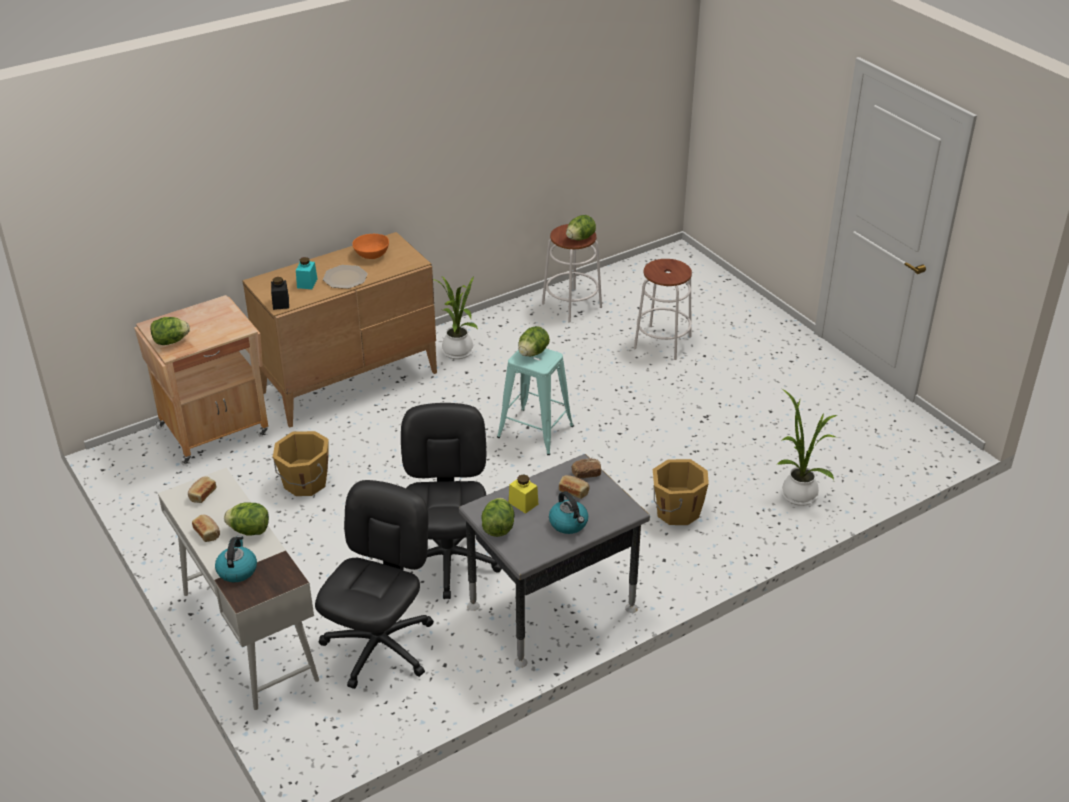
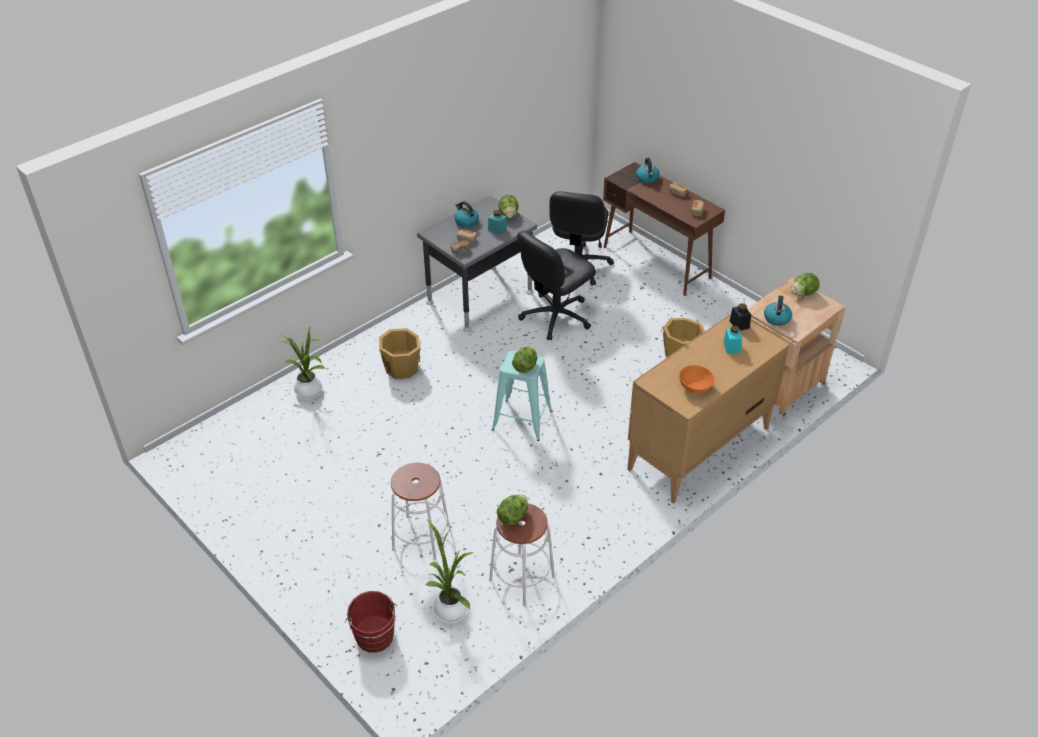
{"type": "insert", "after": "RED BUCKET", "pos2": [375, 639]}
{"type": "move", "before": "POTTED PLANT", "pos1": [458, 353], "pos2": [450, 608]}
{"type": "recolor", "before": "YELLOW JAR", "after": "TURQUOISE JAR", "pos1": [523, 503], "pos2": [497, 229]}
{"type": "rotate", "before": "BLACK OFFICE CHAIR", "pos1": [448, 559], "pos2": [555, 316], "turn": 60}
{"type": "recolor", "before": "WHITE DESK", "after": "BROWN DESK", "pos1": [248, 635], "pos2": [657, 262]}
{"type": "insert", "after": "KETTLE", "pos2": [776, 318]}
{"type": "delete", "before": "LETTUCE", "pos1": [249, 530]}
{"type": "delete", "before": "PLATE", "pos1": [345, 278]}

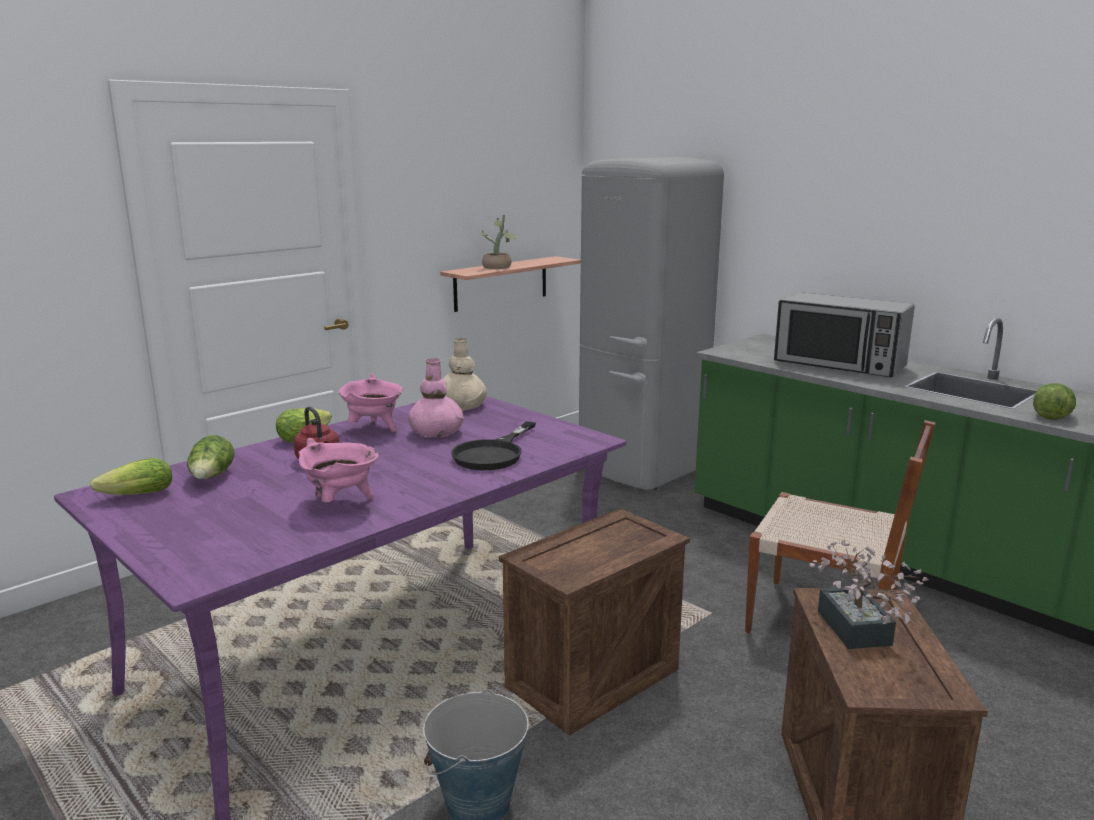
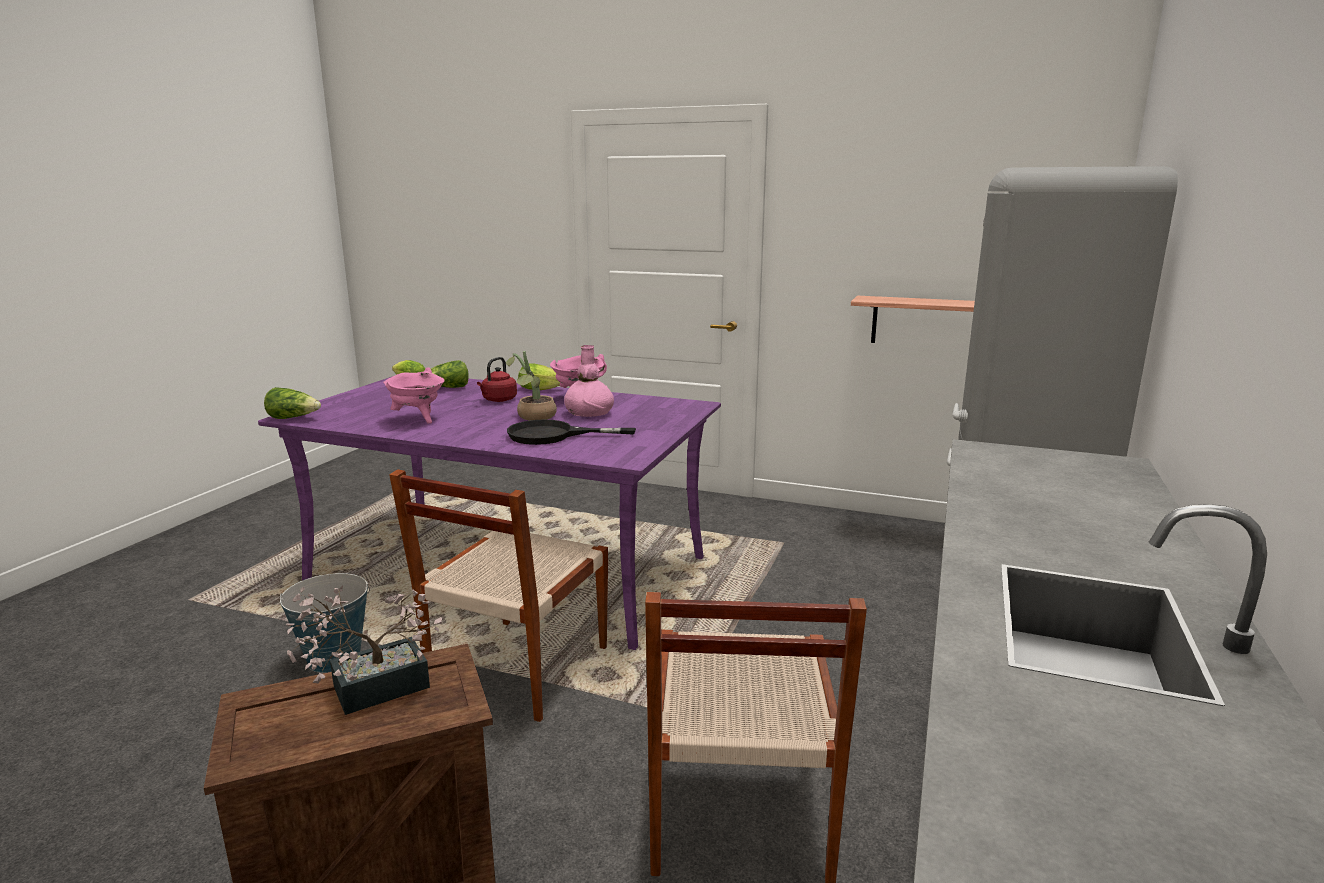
{"type": "move", "before": "LETTUCE", "pos1": [1051, 414], "pos2": [293, 418]}
{"type": "replace", "before": "CRATE", "after": "CHAIR", "pos1": [593, 680], "pos2": [516, 670]}
{"type": "move", "before": "POTTED PLANT", "pos1": [498, 267], "pos2": [533, 417]}
{"type": "delete", "before": "BEIGE VASE", "pos1": [462, 405]}
{"type": "delete", "before": "MICROWAVE", "pos1": [839, 364]}

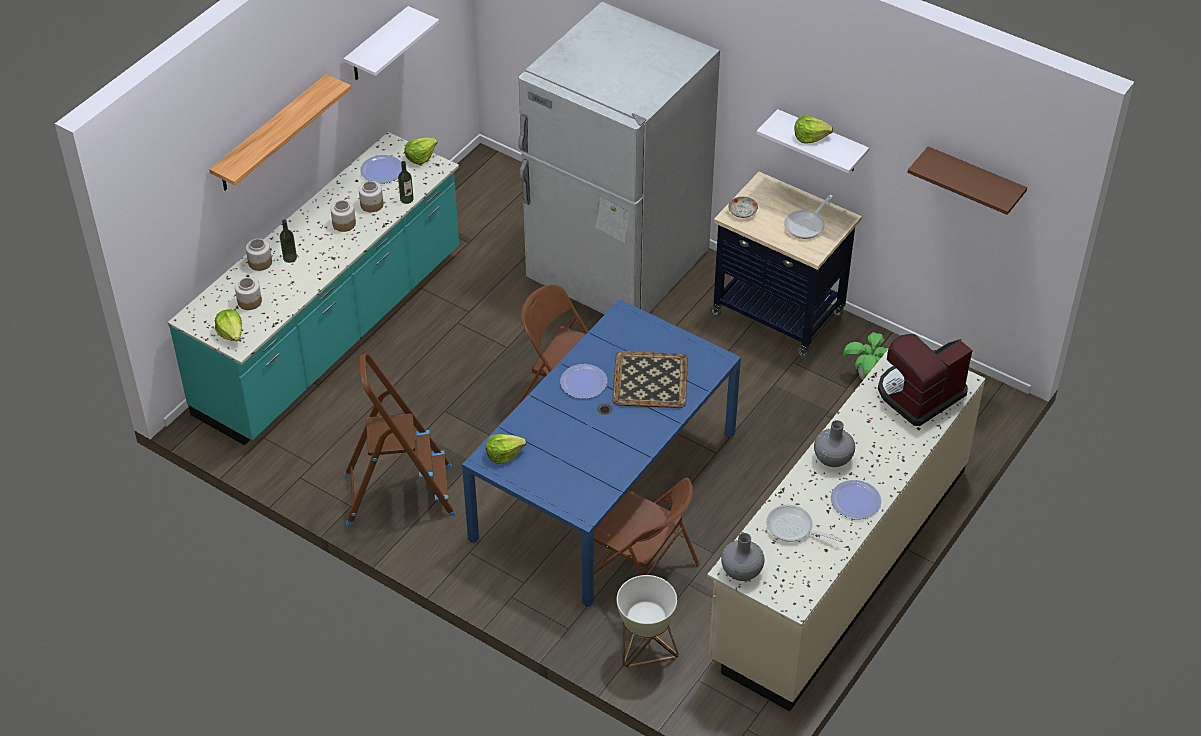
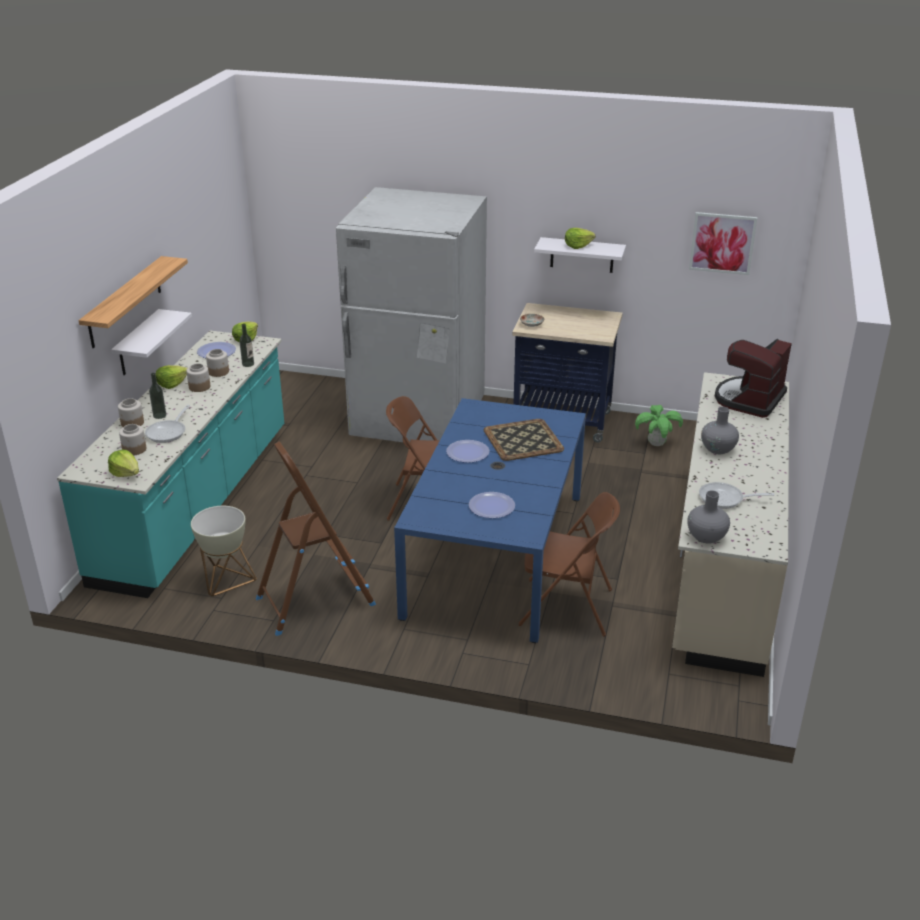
{"type": "move", "before": "WHITE SHELF", "pos1": [377, 46], "pos2": [138, 343]}
{"type": "move", "before": "FRYING PAN", "pos1": [806, 225], "pos2": [168, 432]}
{"type": "move", "before": "LETTUCE", "pos1": [504, 454], "pos2": [172, 384]}
{"type": "move", "before": "PLANTER", "pos1": [645, 649], "pos2": [226, 581]}
{"type": "move", "before": "PLATE", "pos1": [855, 501], "pos2": [492, 506]}
{"type": "replace", "before": "BROWN SHELF", "after": "PICTURE", "pos1": [974, 181], "pos2": [722, 243]}

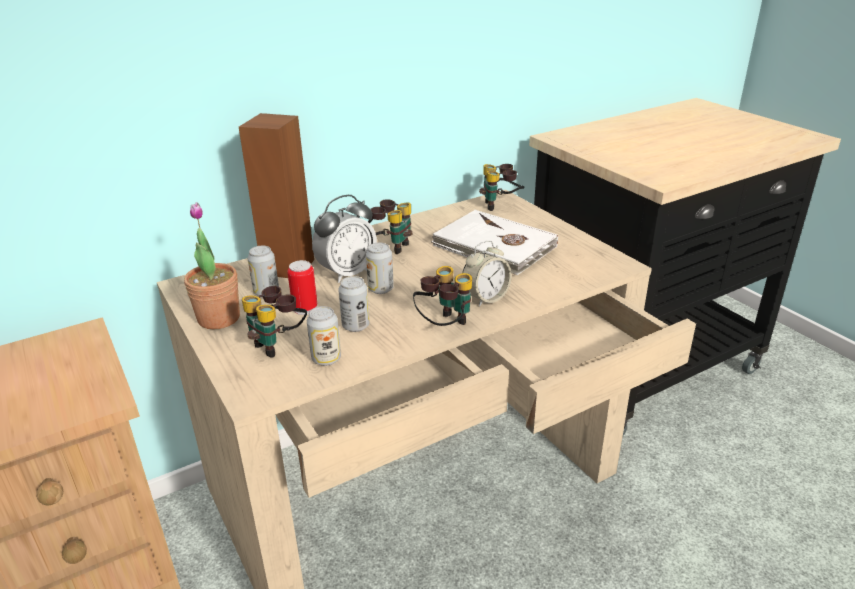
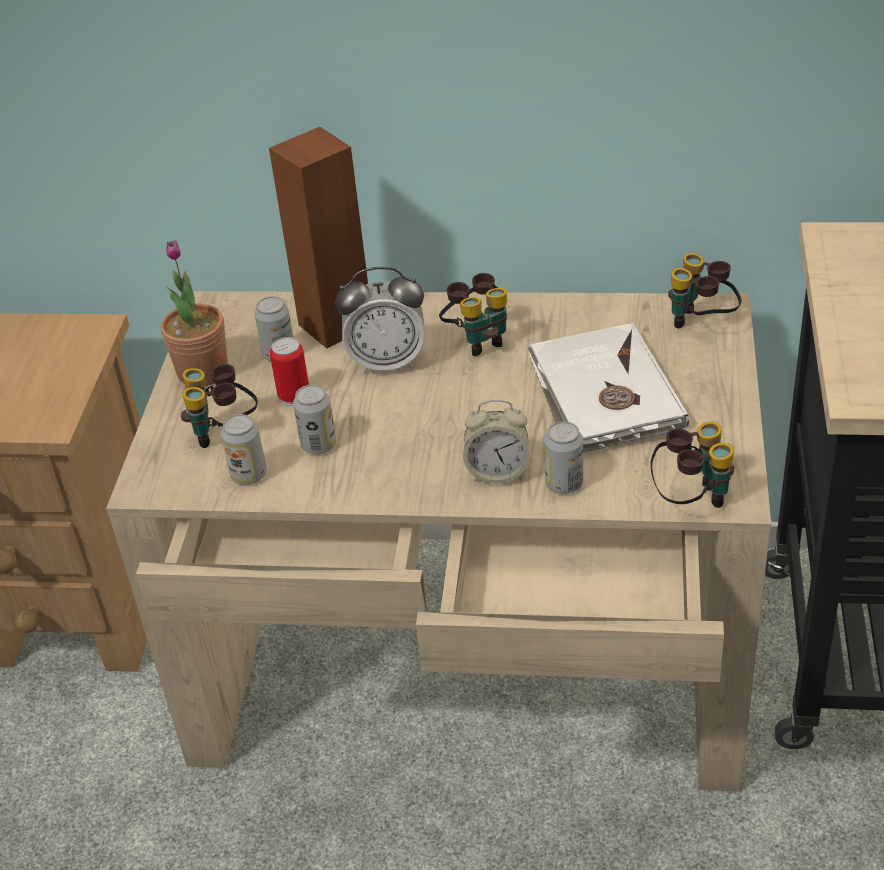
{"type": "move", "before": "CAN", "pos1": [381, 289], "pos2": [564, 484]}
{"type": "move", "before": "BINOCULARS", "pos1": [444, 326], "pos2": [691, 499]}

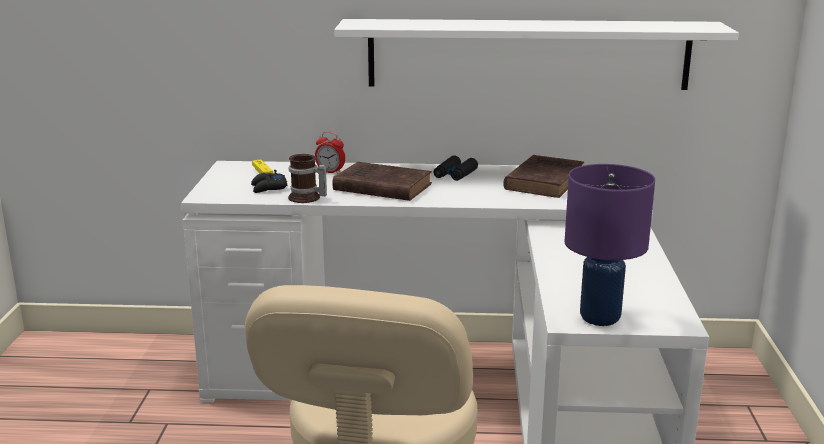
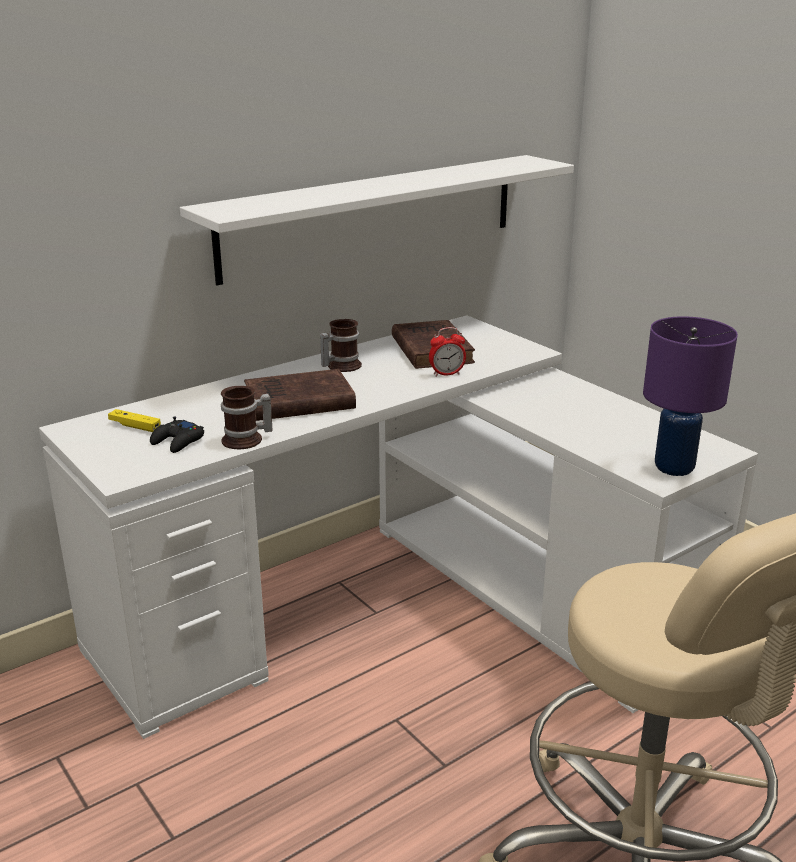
{"type": "replace", "before": "BLACK BINOCULARS", "after": "MUG", "pos1": [455, 174], "pos2": [340, 366]}
{"type": "move", "before": "ALARM CLOCK", "pos1": [330, 172], "pos2": [446, 374]}

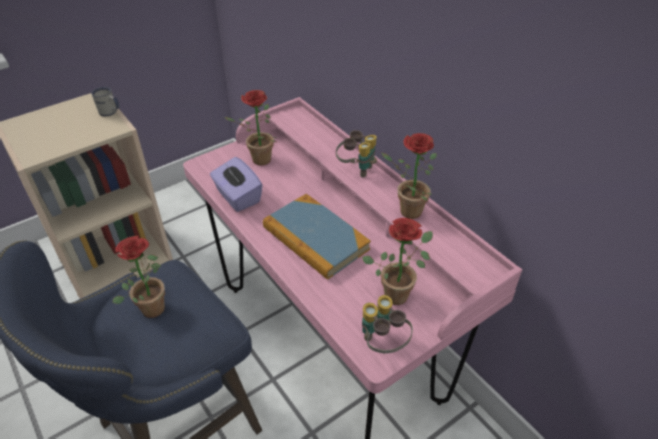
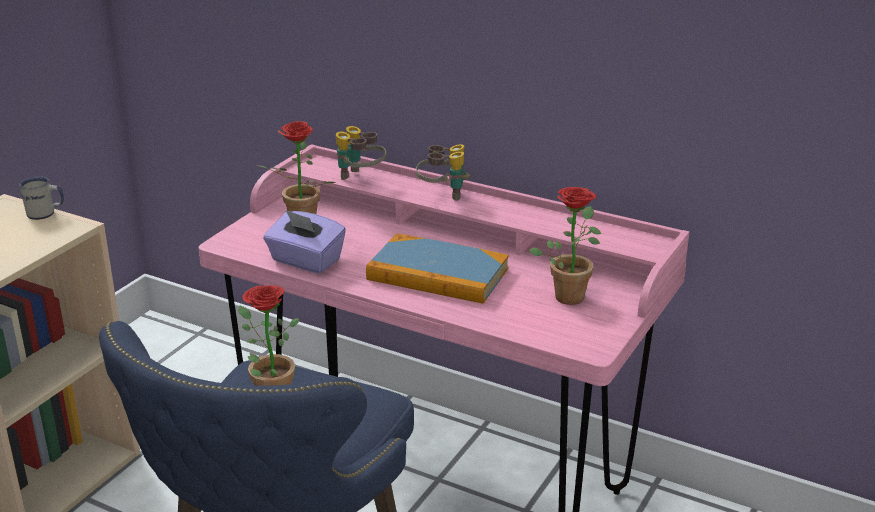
{"type": "move", "before": "BINOCULARS", "pos1": [382, 343], "pos2": [360, 178]}
{"type": "delete", "before": "POTTED PLANT", "pos1": [405, 211]}

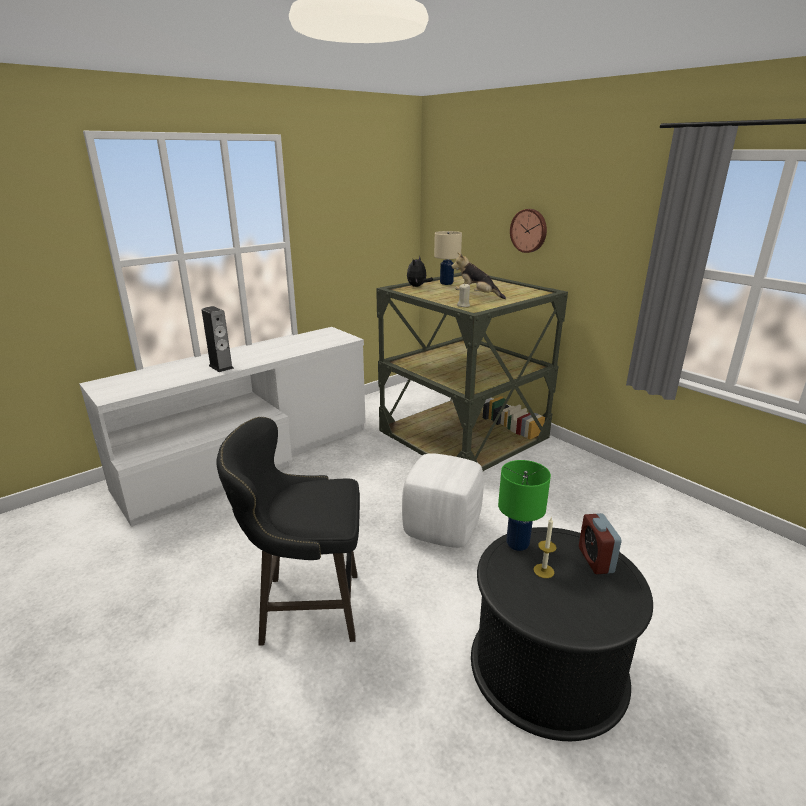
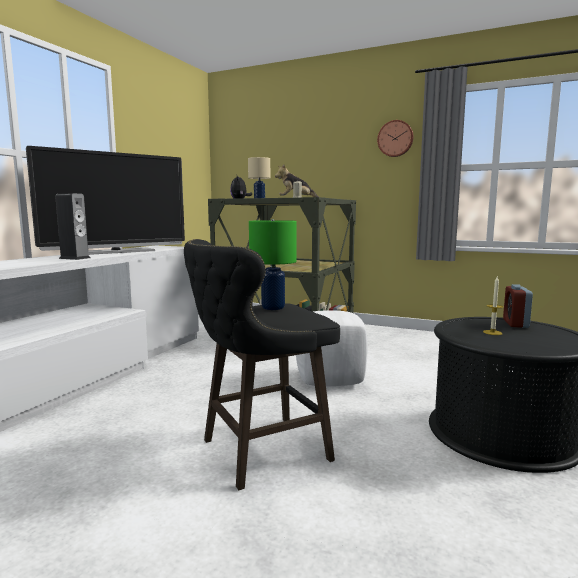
{"type": "insert", "after": "TELEVISION", "pos2": [116, 252]}
{"type": "move", "before": "GREEN TABLE LAMP", "pos1": [517, 543], "pos2": [272, 308]}
{"type": "move", "before": "WALL CLOCK", "pos1": [529, 230], "pos2": [395, 139]}
{"type": "rotate", "before": "ALARM CLOCK", "pos1": [595, 560], "pos2": [515, 323], "turn": 45}

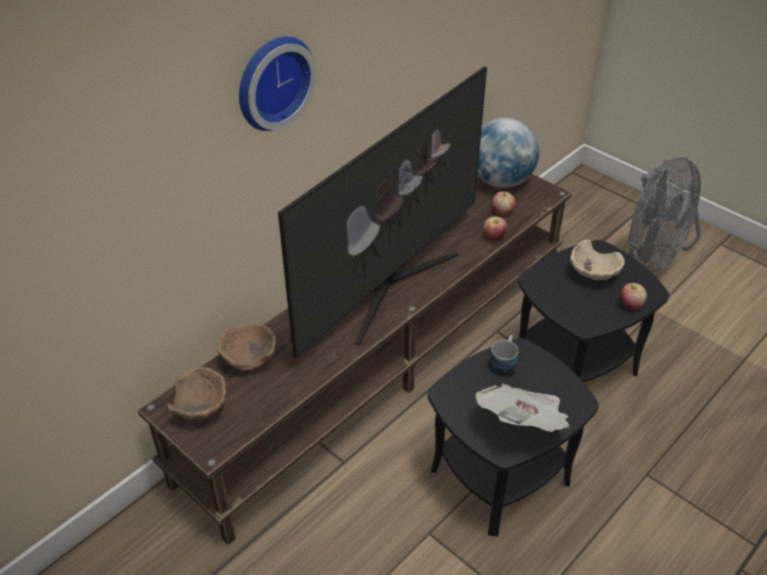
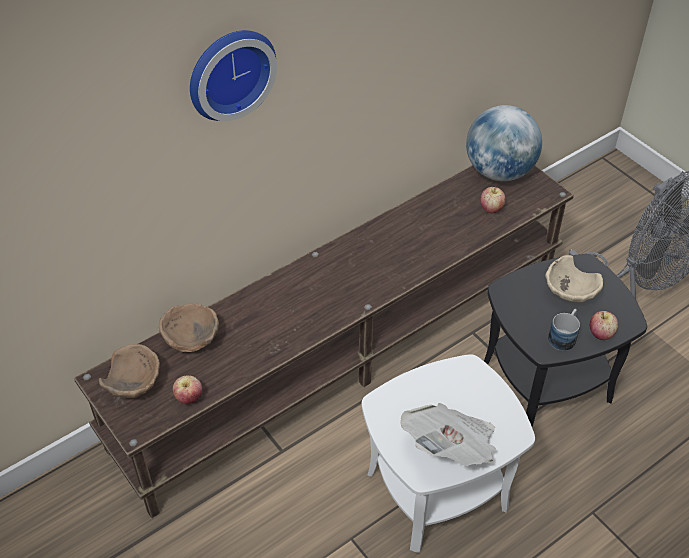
{"type": "move", "before": "APPLE", "pos1": [494, 237], "pos2": [189, 398]}
{"type": "recolor", "before": "BLACK SIDE TABLE", "after": "WHITE SIDE TABLE", "pos1": [500, 475], "pos2": [437, 490]}
{"type": "move", "before": "MUG", "pos1": [504, 364], "pos2": [564, 336]}
{"type": "delete", "before": "TELEVISION", "pos1": [388, 286]}

